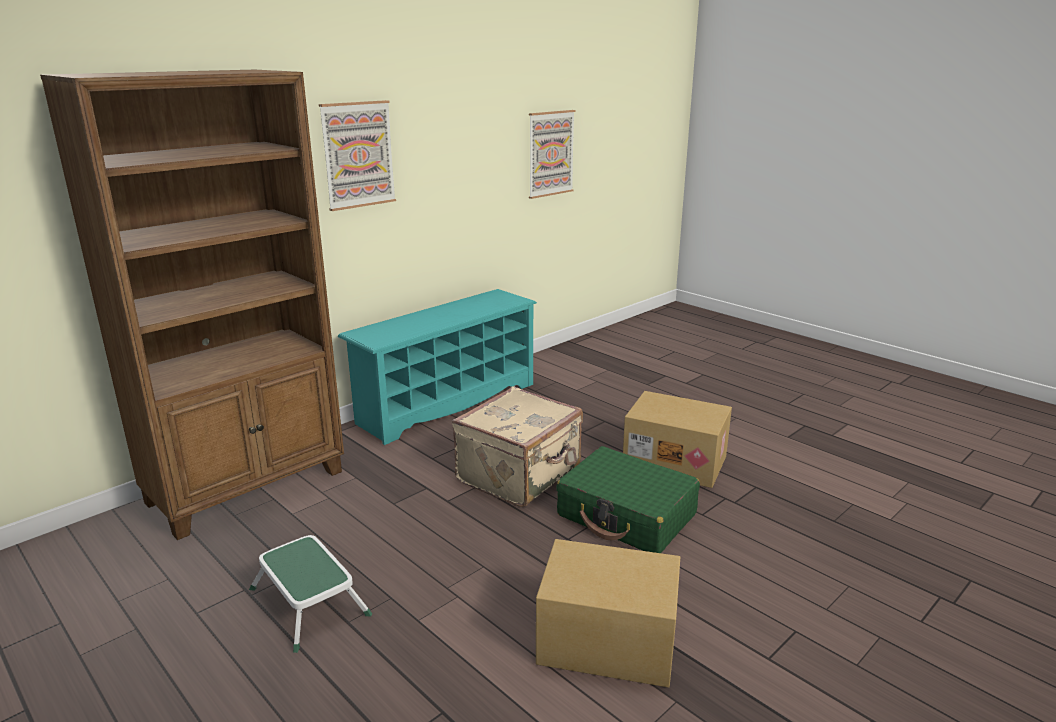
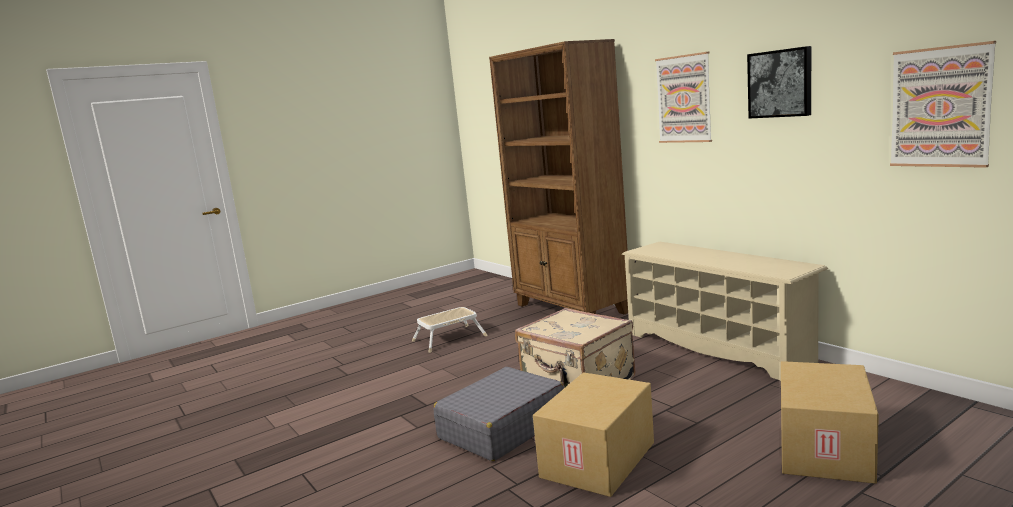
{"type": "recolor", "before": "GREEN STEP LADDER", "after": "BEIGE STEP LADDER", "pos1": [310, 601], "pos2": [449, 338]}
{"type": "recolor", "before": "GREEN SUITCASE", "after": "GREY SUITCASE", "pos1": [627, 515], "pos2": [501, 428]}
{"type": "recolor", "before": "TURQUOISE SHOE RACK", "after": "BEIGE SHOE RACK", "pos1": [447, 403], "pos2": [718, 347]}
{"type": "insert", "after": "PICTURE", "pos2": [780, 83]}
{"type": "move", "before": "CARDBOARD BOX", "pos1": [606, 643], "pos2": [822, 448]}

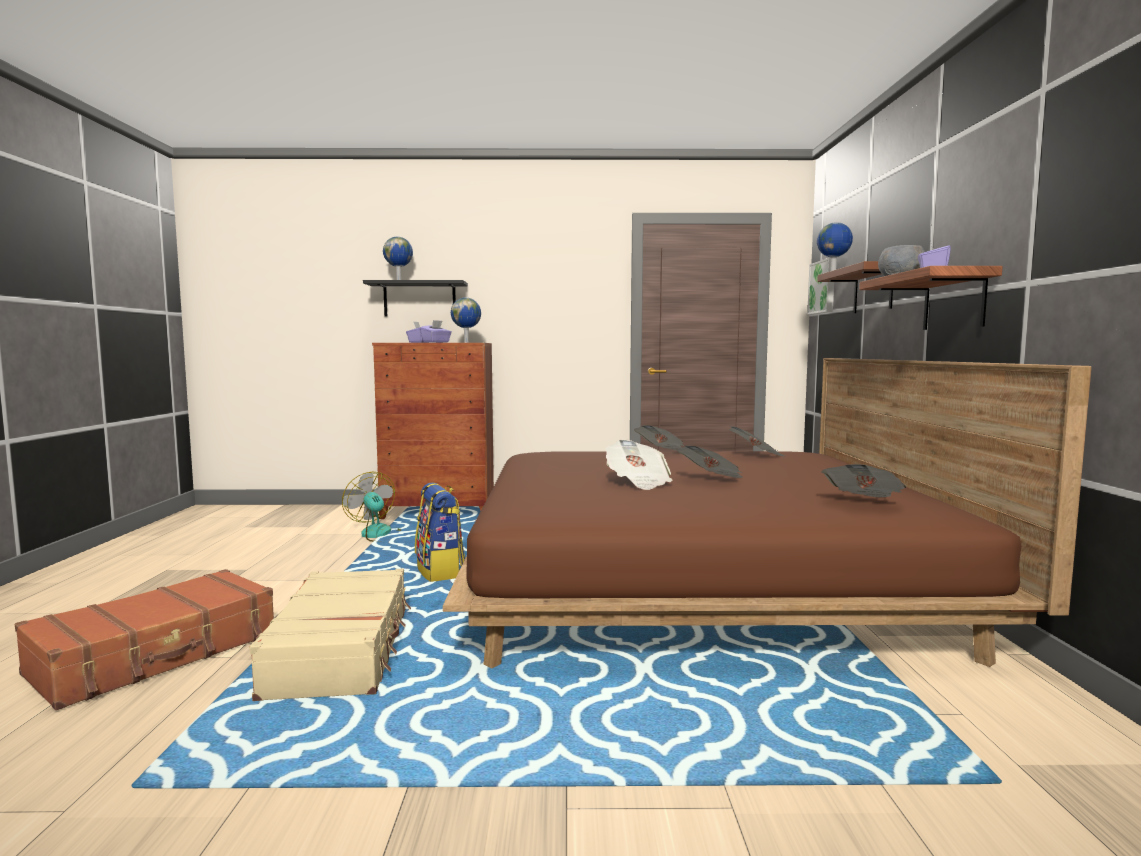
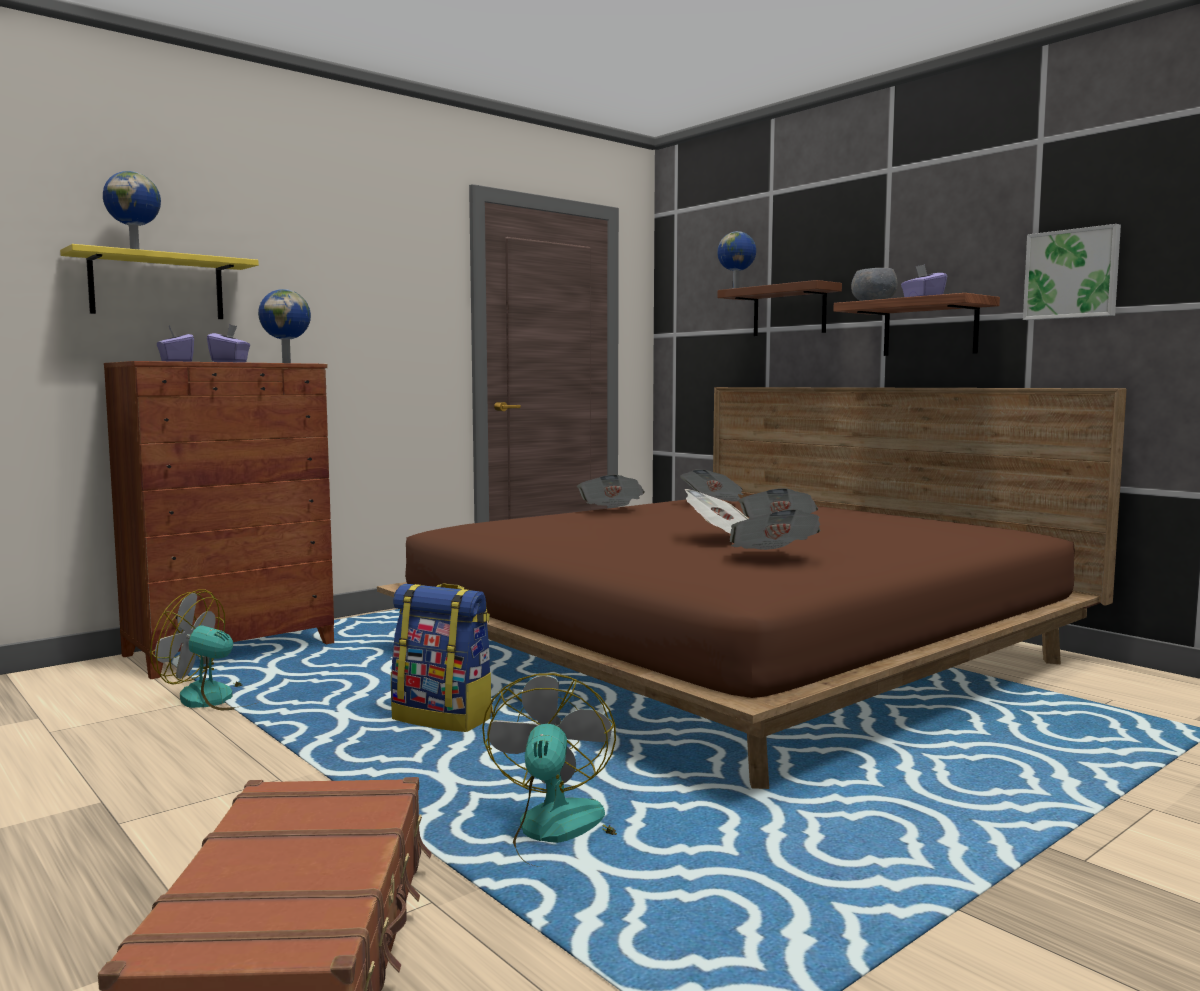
{"type": "recolor", "before": "BLACK SHELF", "after": "YELLOW SHELF", "pos1": [419, 299], "pos2": [157, 287]}
{"type": "replace", "before": "BEIGE SUITCASE", "after": "FAN", "pos1": [342, 650], "pos2": [561, 835]}
{"type": "move", "before": "NEWSPAPER", "pos1": [863, 503], "pos2": [773, 557]}
{"type": "move", "before": "PICTURE", "pos1": [823, 287], "pos2": [1072, 274]}

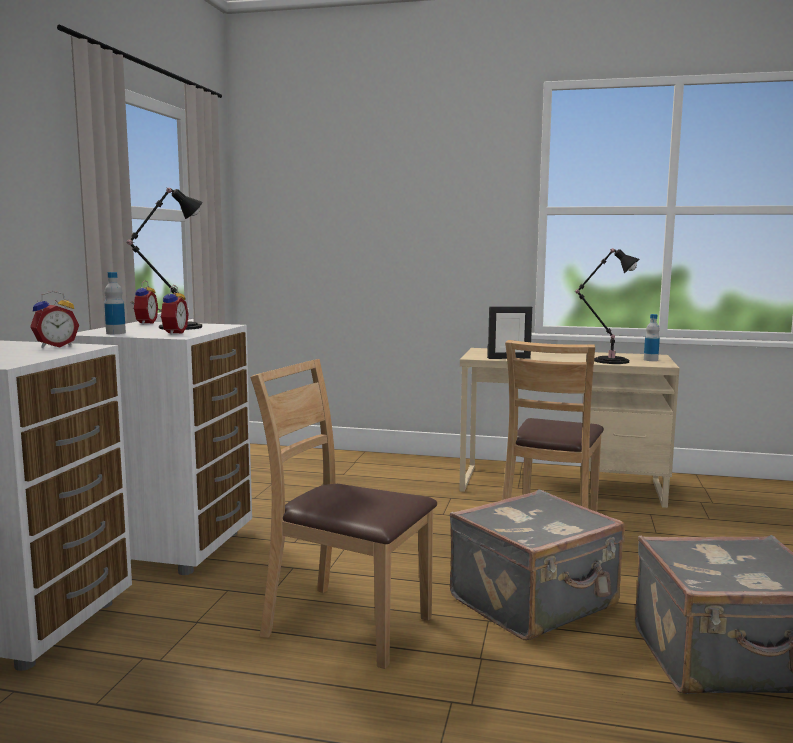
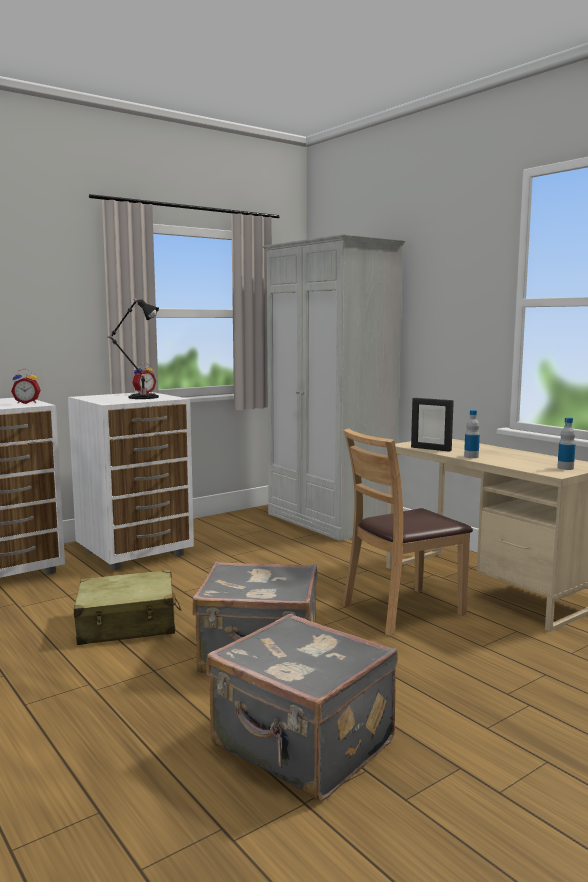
{"type": "replace", "before": "BROWN CHAIR", "after": "BEIGE SUITCASE", "pos1": [346, 625], "pos2": [128, 624]}
{"type": "insert", "after": "WHITE WARDROBE", "pos2": [329, 521]}
{"type": "move", "before": "BOTTLE", "pos1": [116, 333], "pos2": [471, 456]}
{"type": "delete", "before": "ALARM CLOCK", "pos1": [173, 333]}
{"type": "delete", "before": "BLACK TABLE LAMP", "pos1": [608, 361]}

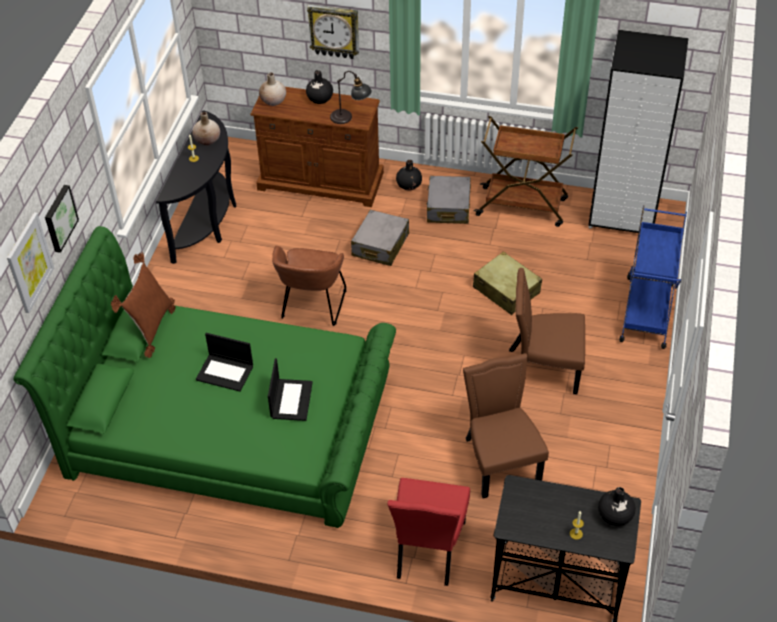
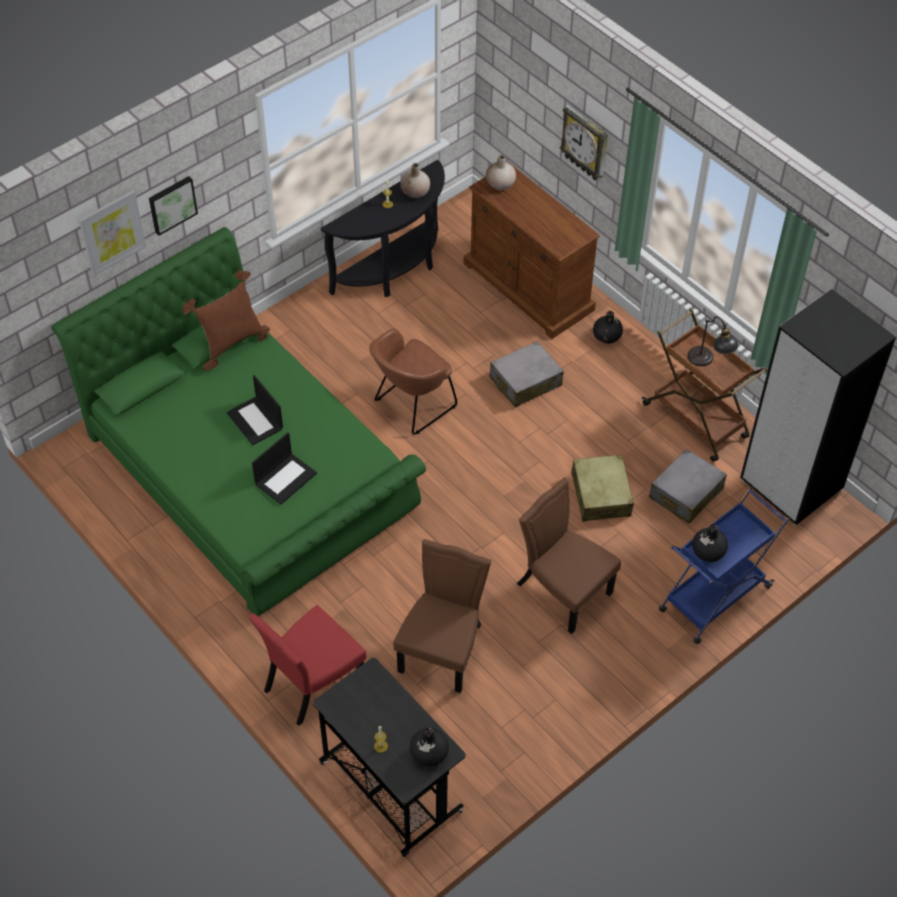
{"type": "move", "before": "GREY SUITCASE", "pos1": [448, 207], "pos2": [685, 493]}
{"type": "move", "before": "GREY TABLE LAMP", "pos1": [350, 117], "pos2": [709, 362]}
{"type": "move", "before": "BLACK VASE", "pos1": [319, 99], "pos2": [707, 552]}

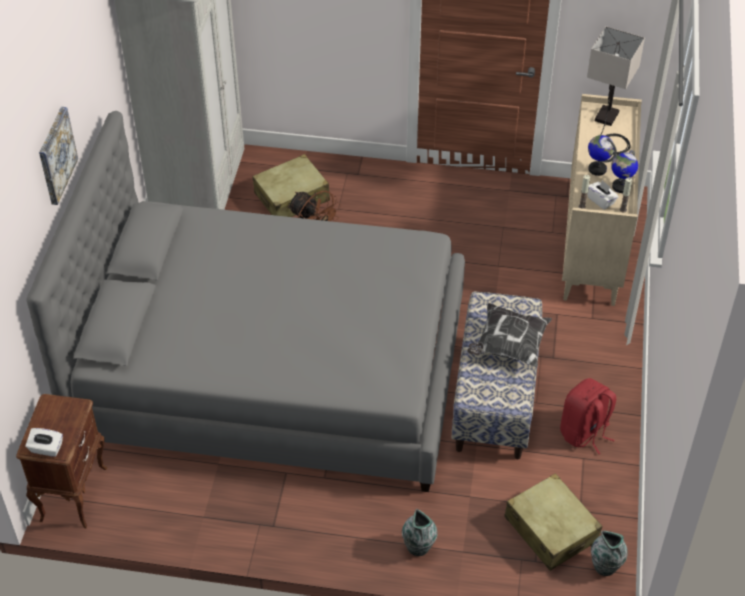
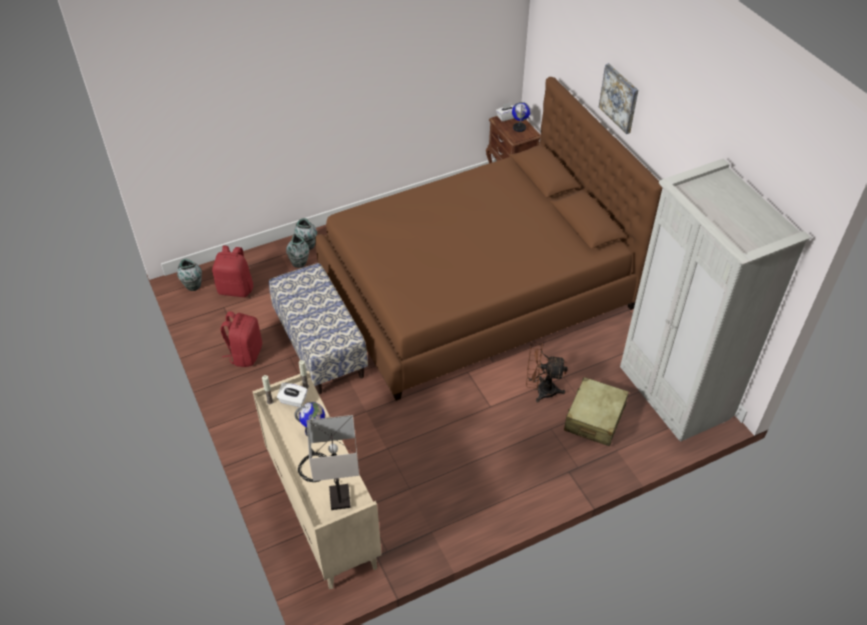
{"type": "replace", "before": "BEIGE SUITCASE", "after": "RED BACKPACK", "pos1": [550, 529], "pos2": [236, 289]}
{"type": "insert", "after": "VASE", "pos2": [299, 263]}
{"type": "recolor", "before": "GREY BED", "after": "BROWN BED", "pos1": [271, 369], "pos2": [476, 290]}
{"type": "move", "before": "GLOBE", "pos1": [621, 186], "pos2": [519, 128]}
{"type": "delete", "before": "PILLOW", "pos1": [508, 346]}

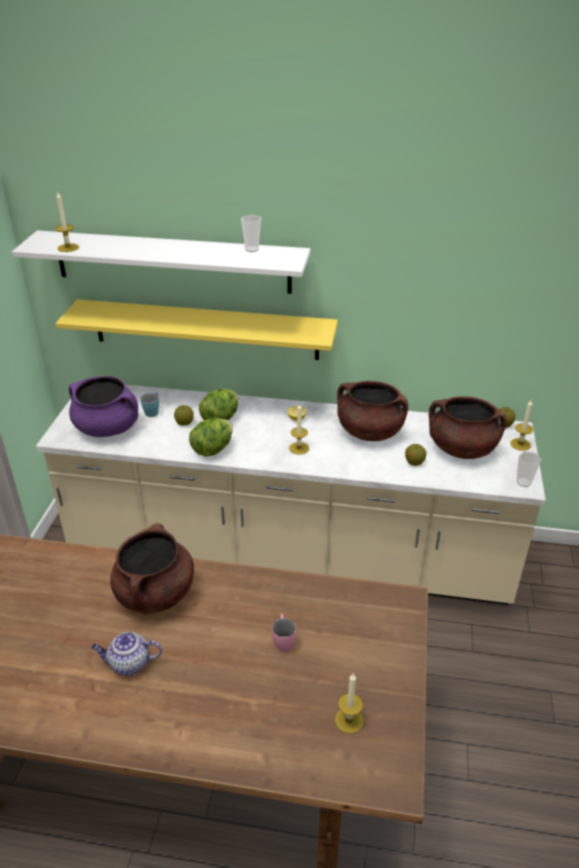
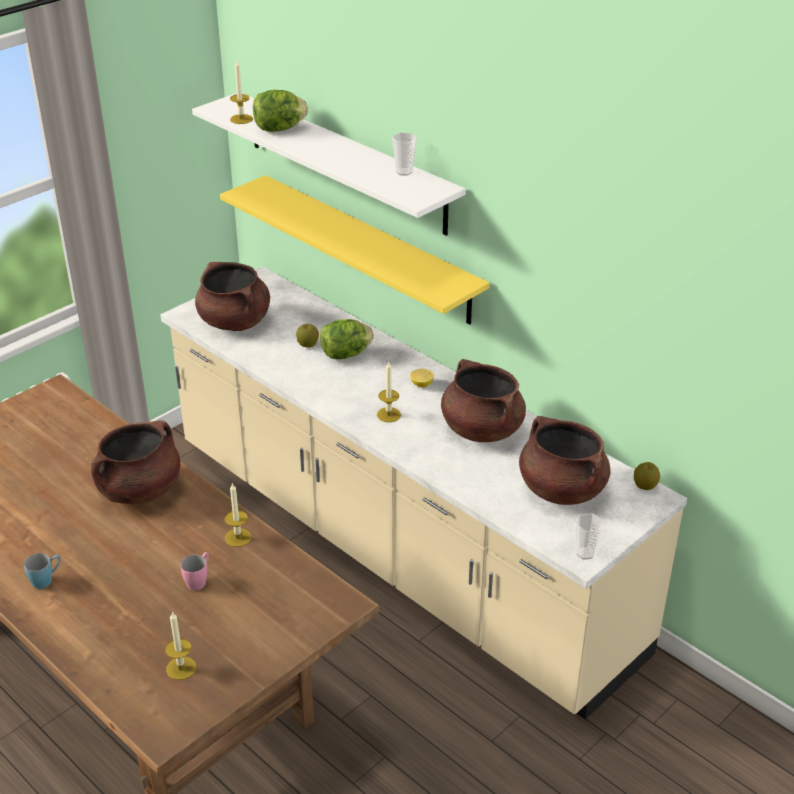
{"type": "move", "before": "BLUE MUG", "pos1": [153, 411], "pos2": [46, 579]}
{"type": "recolor", "before": "PURPLE COOKING POT", "after": "BROWN COOKING POT", "pos1": [108, 428], "pos2": [235, 322]}
{"type": "move", "before": "CANDLE", "pos1": [520, 444], "pos2": [238, 537]}
{"type": "move", "before": "LETTUCE", "pos1": [212, 449], "pos2": [279, 129]}
{"type": "delete", "before": "TEAPOT", "pos1": [129, 664]}
{"type": "delete", "before": "APPLE", "pos1": [414, 462]}

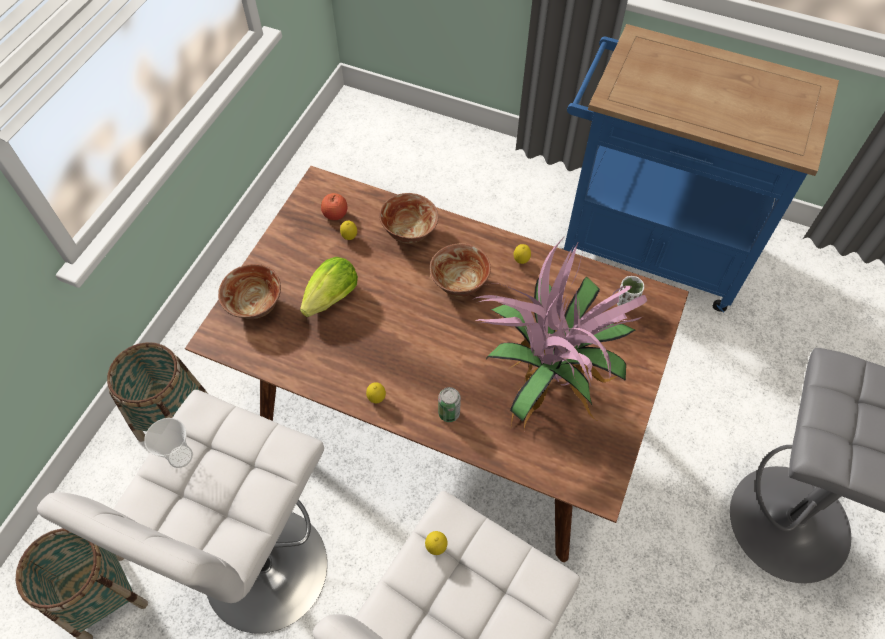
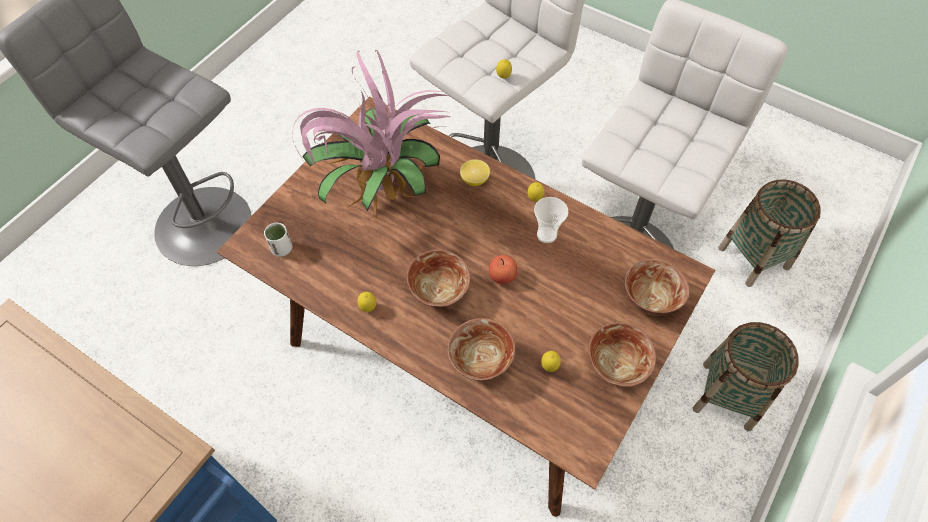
{"type": "replace", "before": "CAN", "after": "LEMON", "pos1": [449, 413], "pos2": [474, 180]}
{"type": "move", "before": "APPLE", "pos1": [335, 214], "pos2": [502, 276]}
{"type": "move", "before": "CUP", "pos1": [180, 456], "pos2": [546, 235]}
{"type": "insert", "after": "BOWL", "pos2": [615, 366]}
{"type": "delete", "before": "LETTUCE", "pos1": [329, 301]}

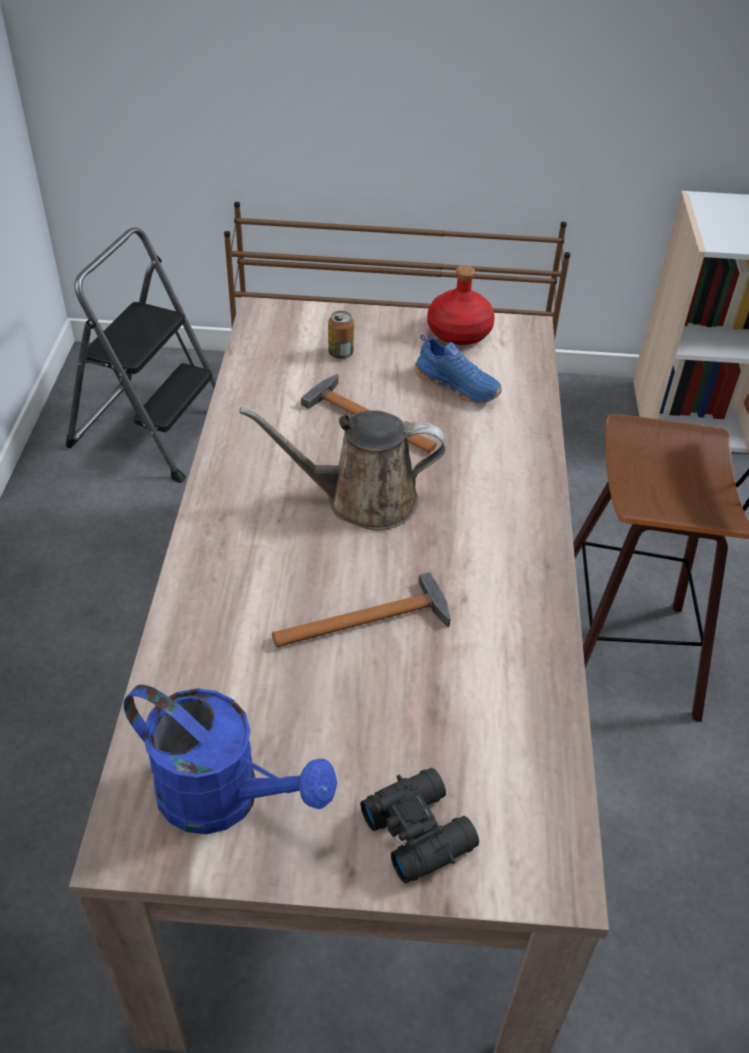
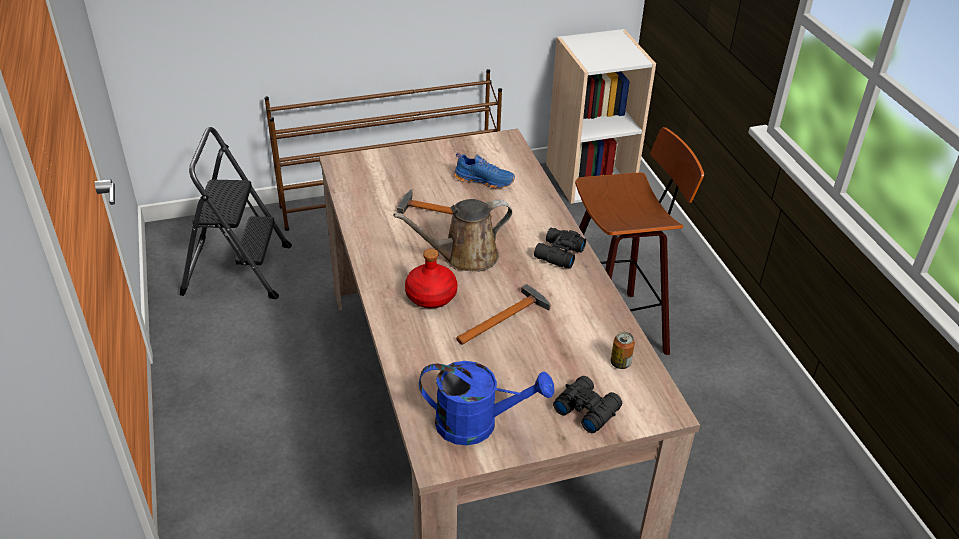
{"type": "move", "before": "RED BOTTLE", "pos1": [460, 332], "pos2": [431, 295]}
{"type": "insert", "after": "BLACK BINOCULARS", "pos2": [558, 254]}
{"type": "move", "before": "CAN", "pos1": [340, 353], "pos2": [620, 363]}

